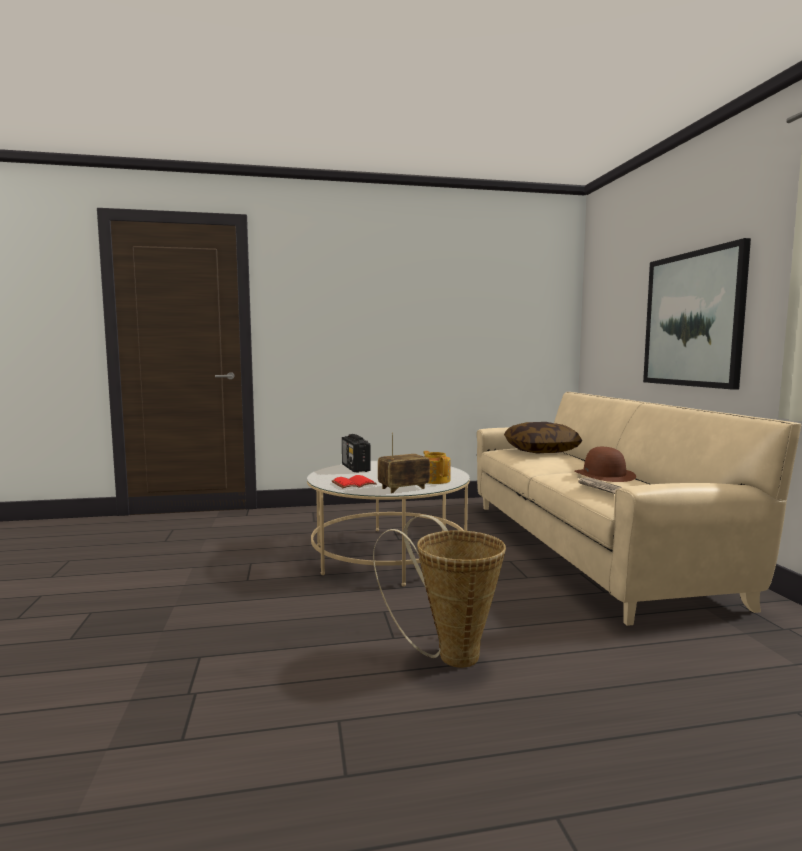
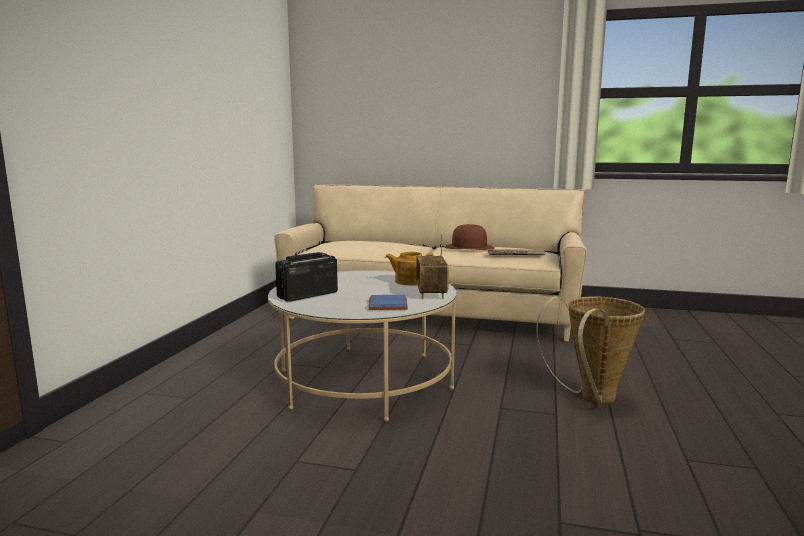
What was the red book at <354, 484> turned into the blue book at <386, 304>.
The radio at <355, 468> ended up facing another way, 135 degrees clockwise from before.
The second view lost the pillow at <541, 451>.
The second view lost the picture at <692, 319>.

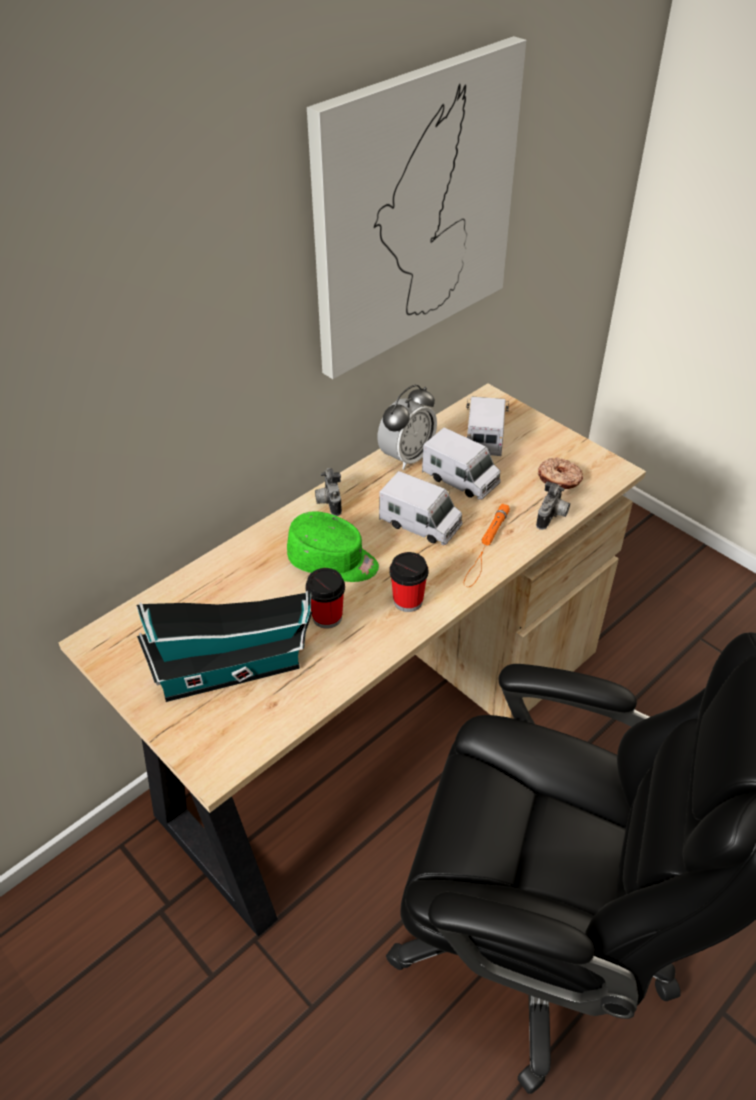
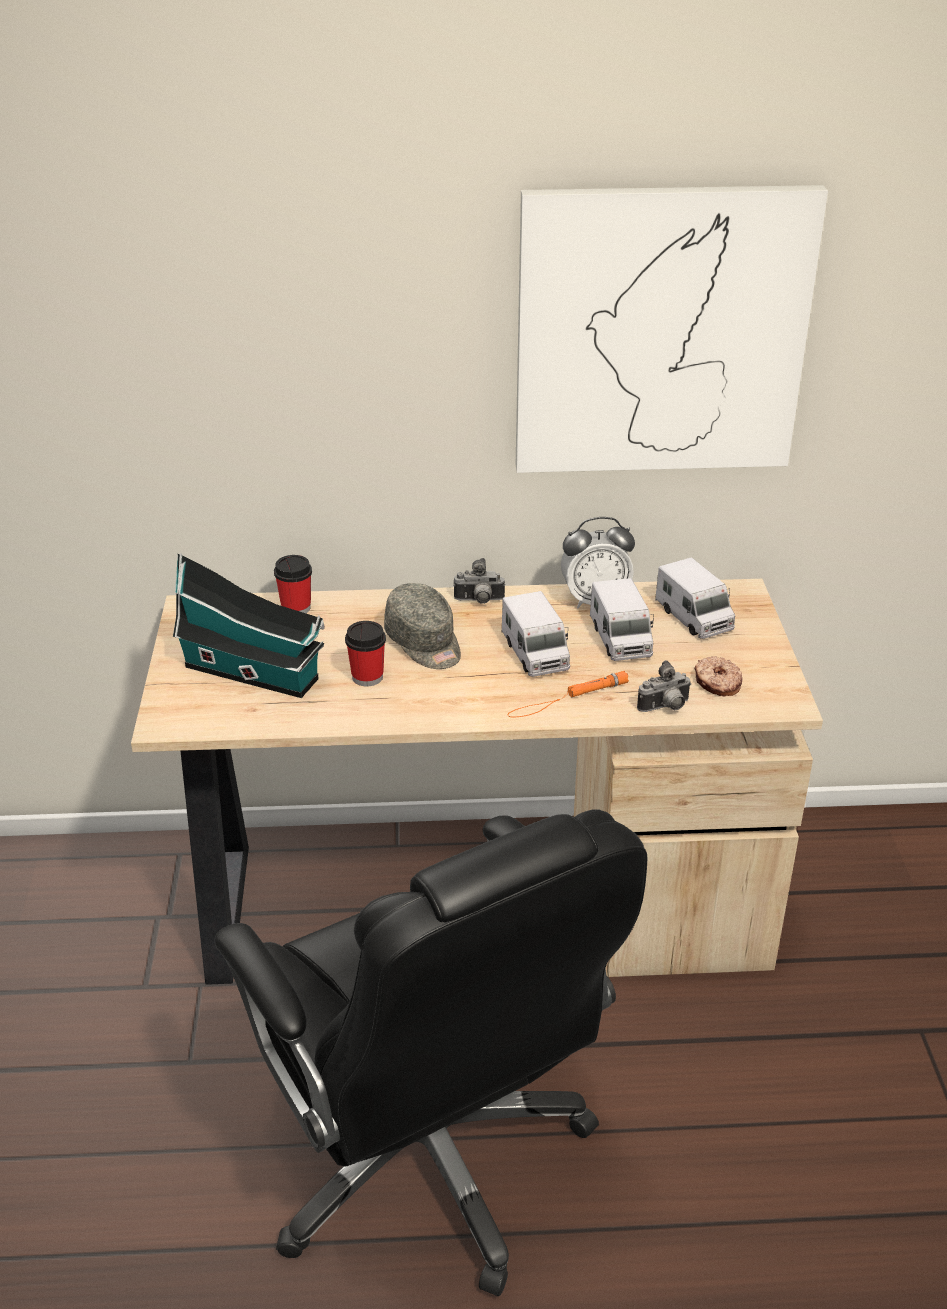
What was the green cap at <333, 561> turned into the grey cap at <424, 643>.
The photo camera at <328, 502> ended up facing another way, 120 degrees counterclockwise from before.
The cup ended up elsewhere, having gone from <408, 601> to <296, 608>.
The toy truck at <485, 436> ended up facing another way, 105 degrees clockwise from before.

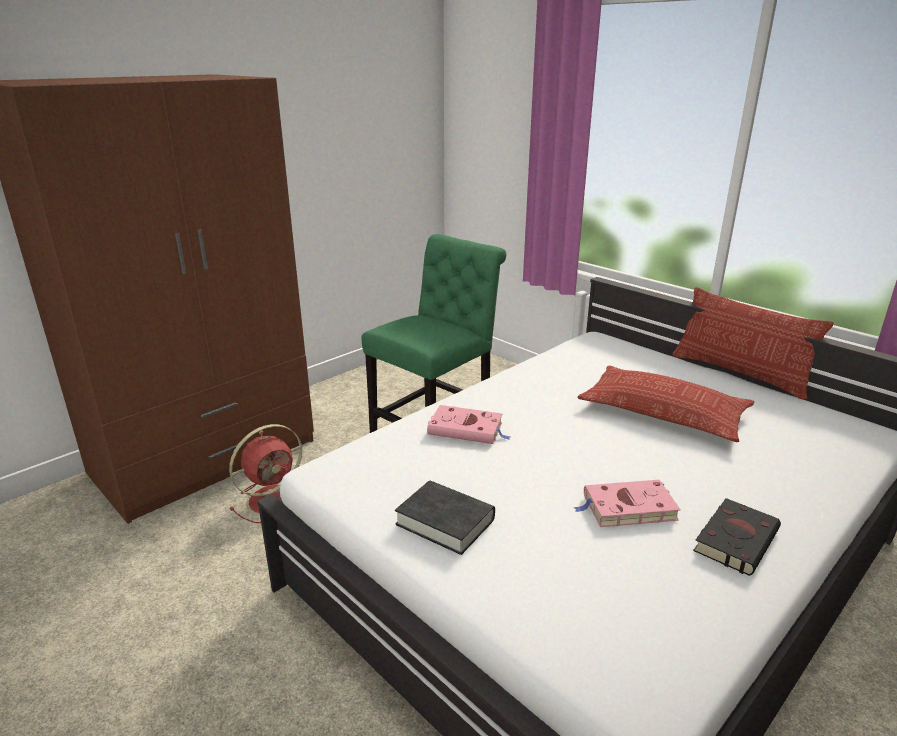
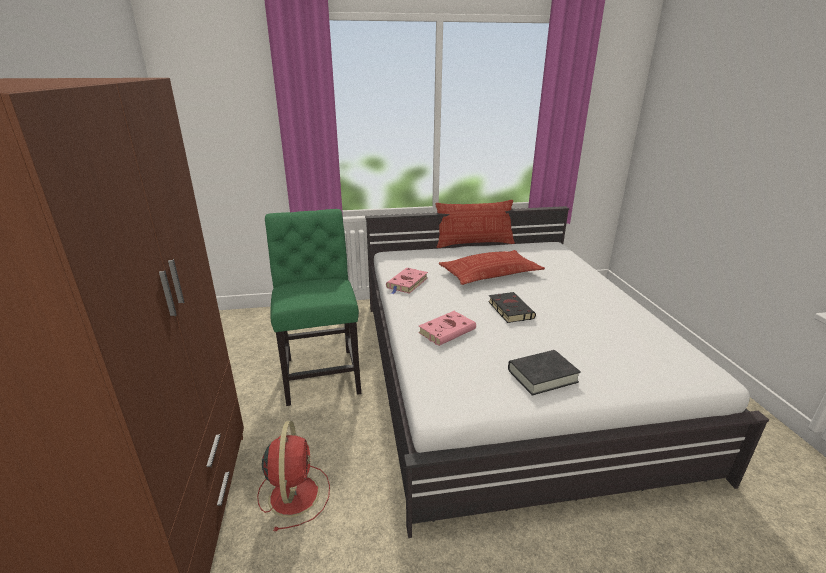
The pink book ended up elsewhere, having gone from <626, 508> to <407, 283>.
The black book ended up elsewhere, having gone from <736, 539> to <509, 309>.

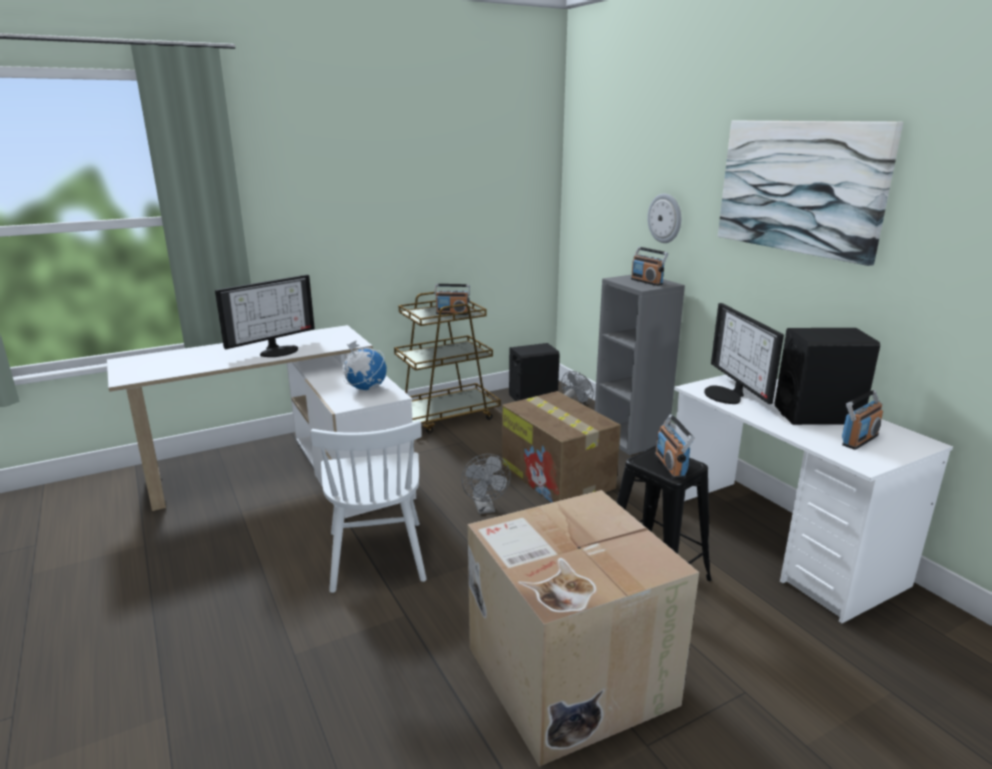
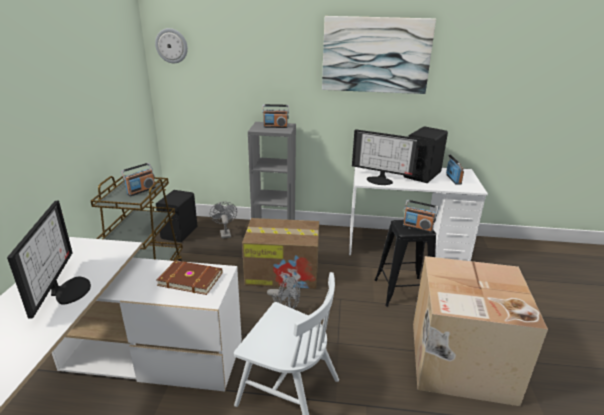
Where the globe stood at <366, 389>, the brown book came to stand at <190, 278>.
The wall clock ended up elsewhere, having gone from <665, 218> to <171, 46>.

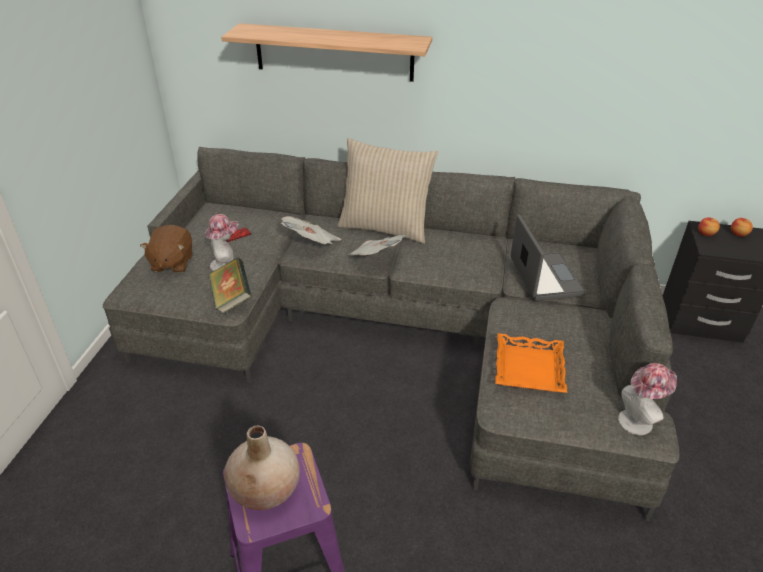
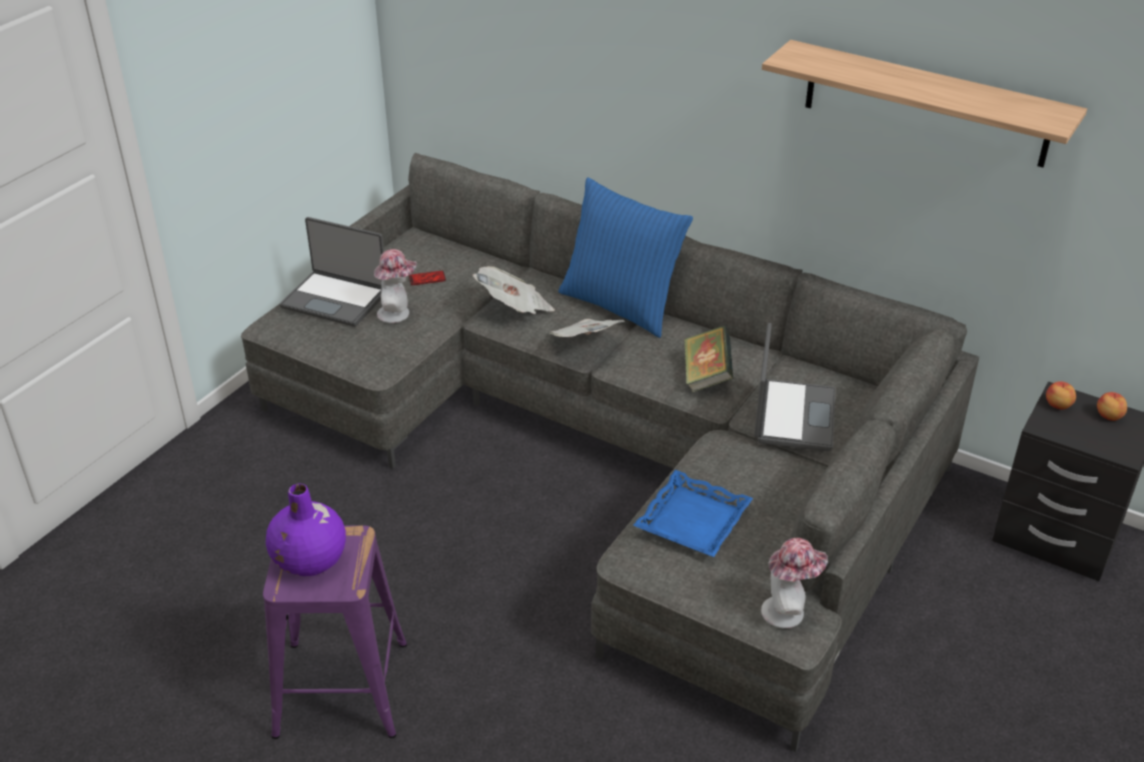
Where the brown plush toy stood at <172, 263>, the laptop came to stand at <335, 299>.
The book ended up elsewhere, having gone from <232, 298> to <706, 375>.
The shelf ended up elsewhere, having gone from <334, 52> to <926, 104>.
What was the beige vase at <266, 490> turned into the purple vase at <310, 560>.
What was the beige pillow at <385, 227> turned into the blue pillow at <621, 305>.
What was the orange tray at <529, 368> turned into the blue tray at <693, 521>.

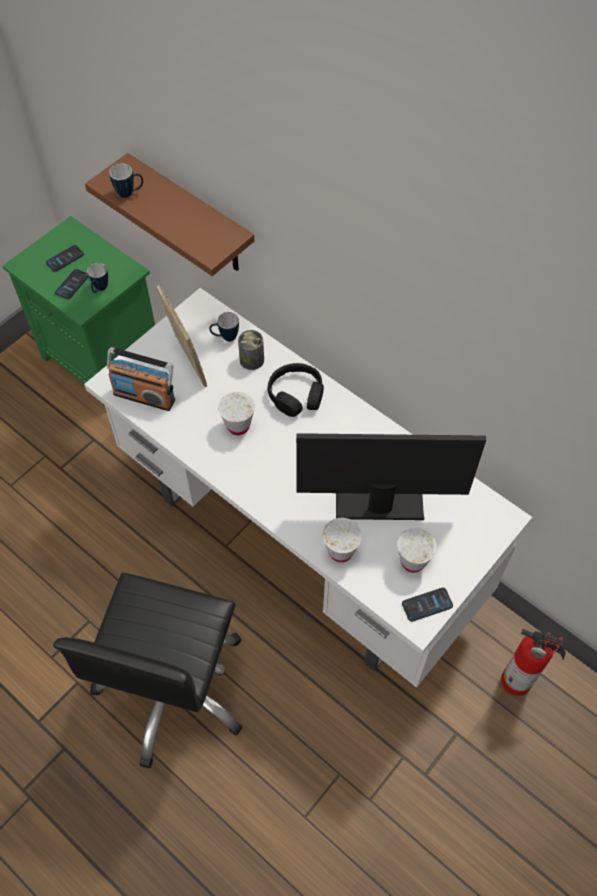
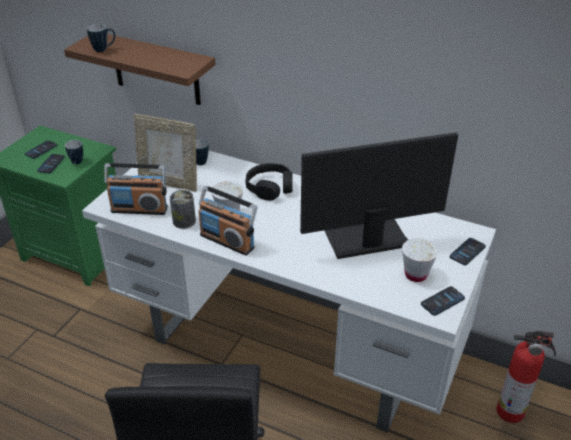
The picture frame at <186, 362> ended up facing another way, 150 degrees clockwise from before.
The can ended up elsewhere, having gone from <252, 360> to <184, 221>.
The second view lost the white cup at <340, 551>.
The second view gained the radio at <227, 241>.
The second view gained the phone at <467, 252>.

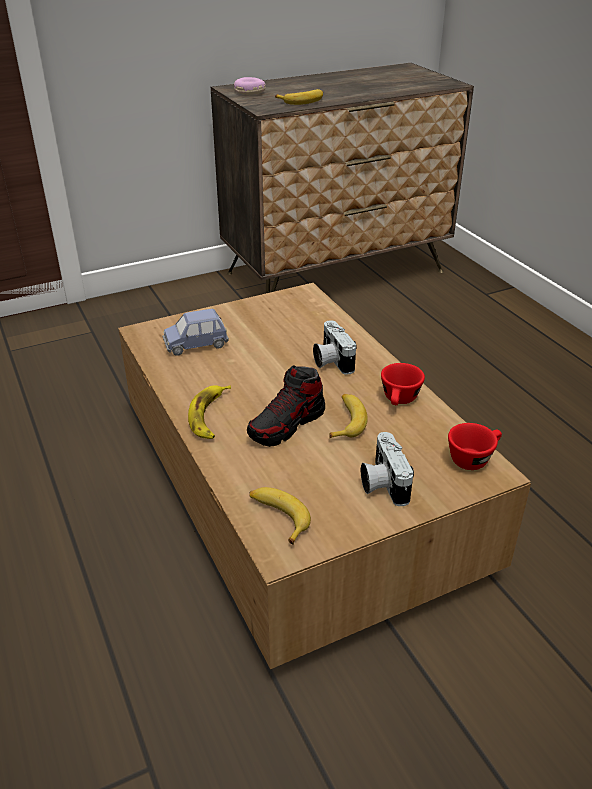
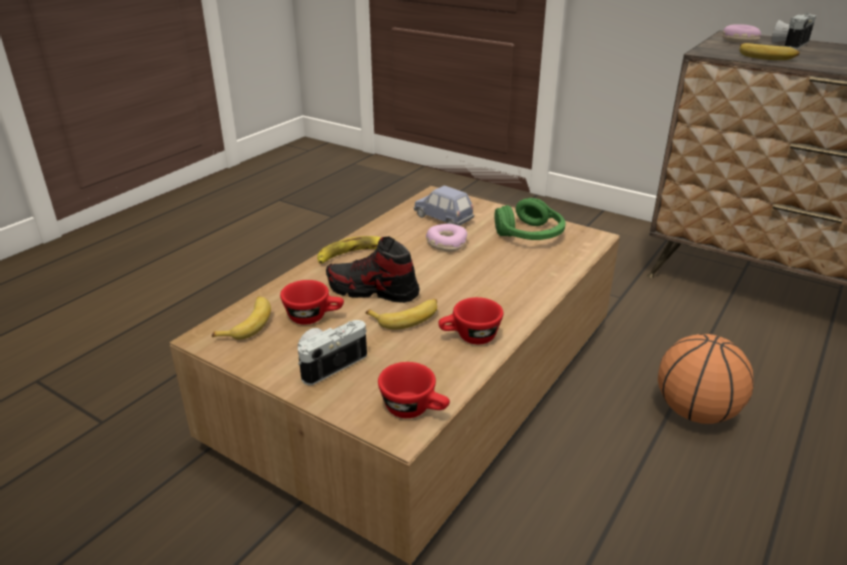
The photo camera ended up elsewhere, having gone from <331, 361> to <789, 44>.
The second view gained the red cup at <314, 317>.
The second view gained the donut at <446, 243>.
The second view gained the green headphones at <530, 234>.
The second view gained the basketball at <695, 412>.

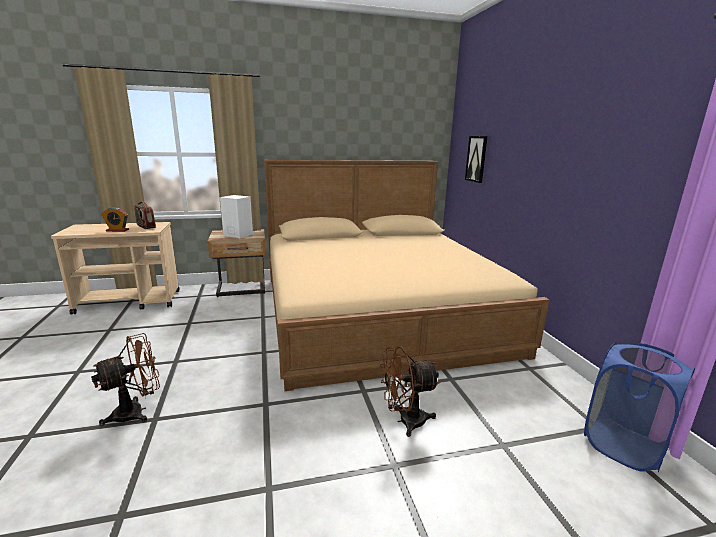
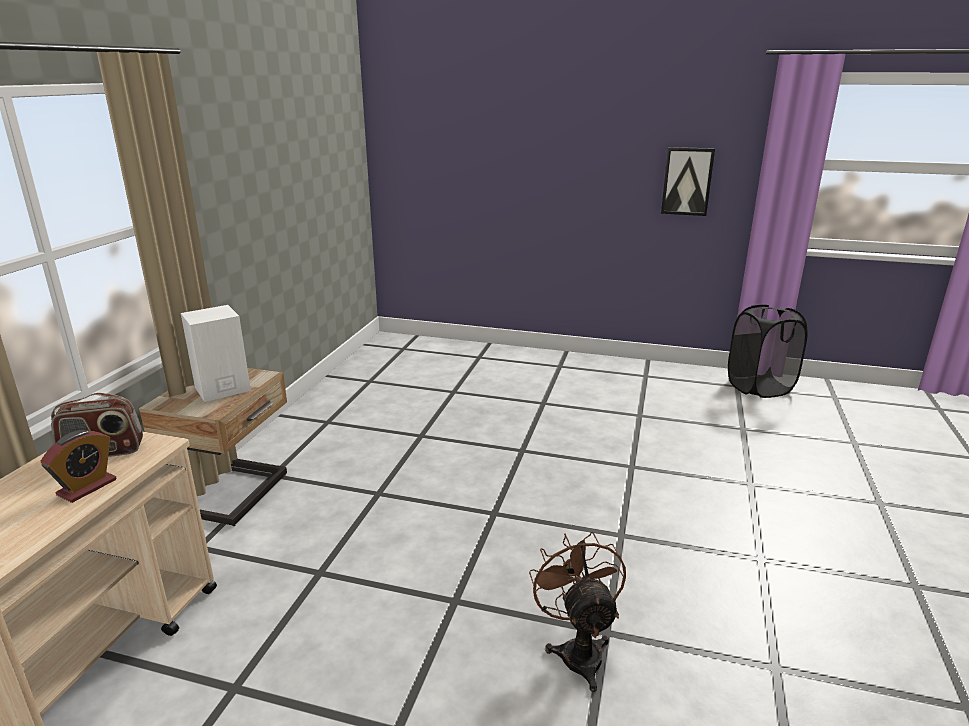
The second view lost the beige bed at <377, 311>.
The second view lost the brown fan at <405, 421>.
The picture ended up elsewhere, having gone from <476, 159> to <687, 181>.
What was the blue laundry basket at <623, 446> turned into the black laundry basket at <759, 387>.

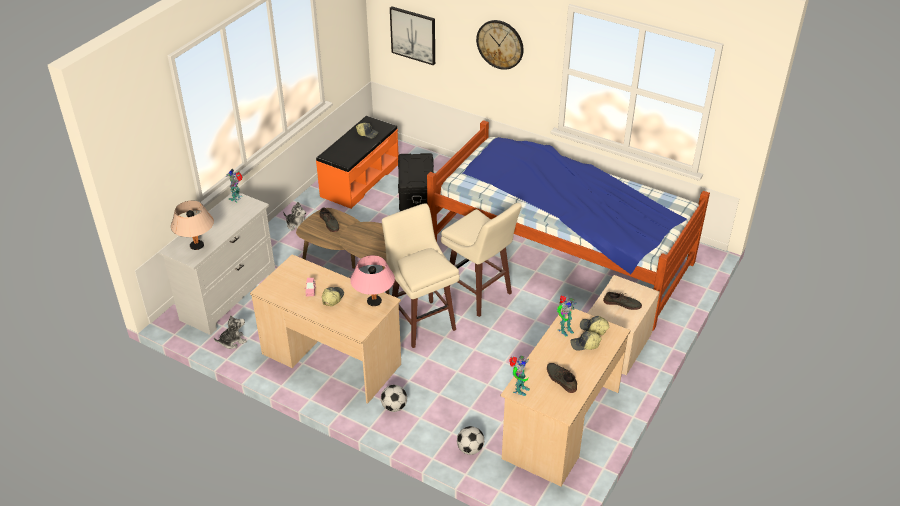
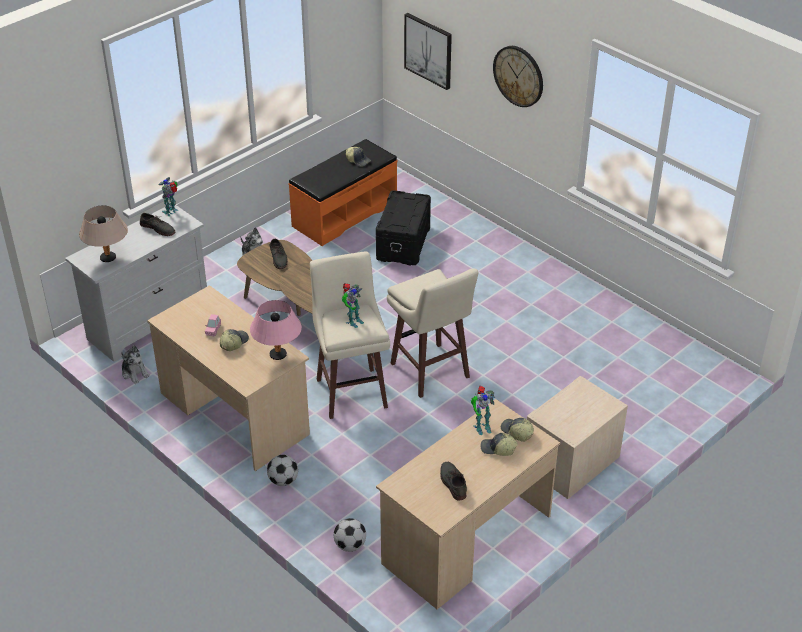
The plush toy at <232, 341> ended up facing another way, 60 degrees clockwise from before.
The second view lost the bed at <560, 252>.
The toy robot ended up elsewhere, having gone from <519, 389> to <353, 321>.
The grey shoe ended up elsewhere, having gone from <622, 303> to <158, 228>.

